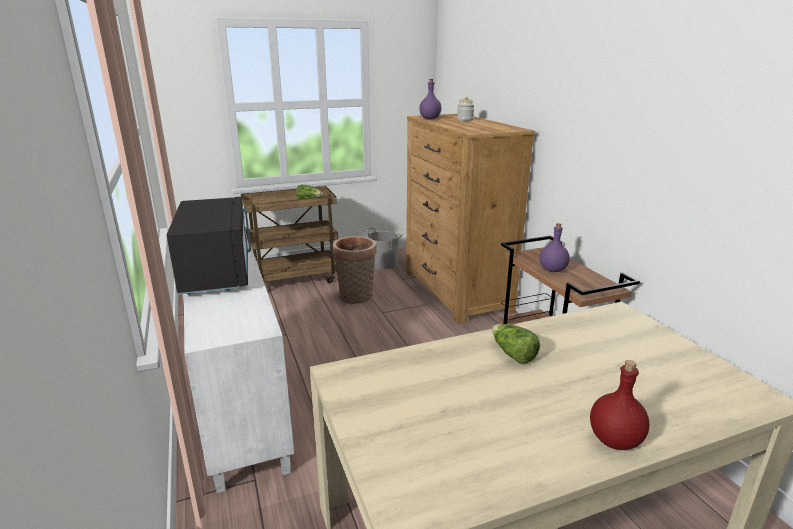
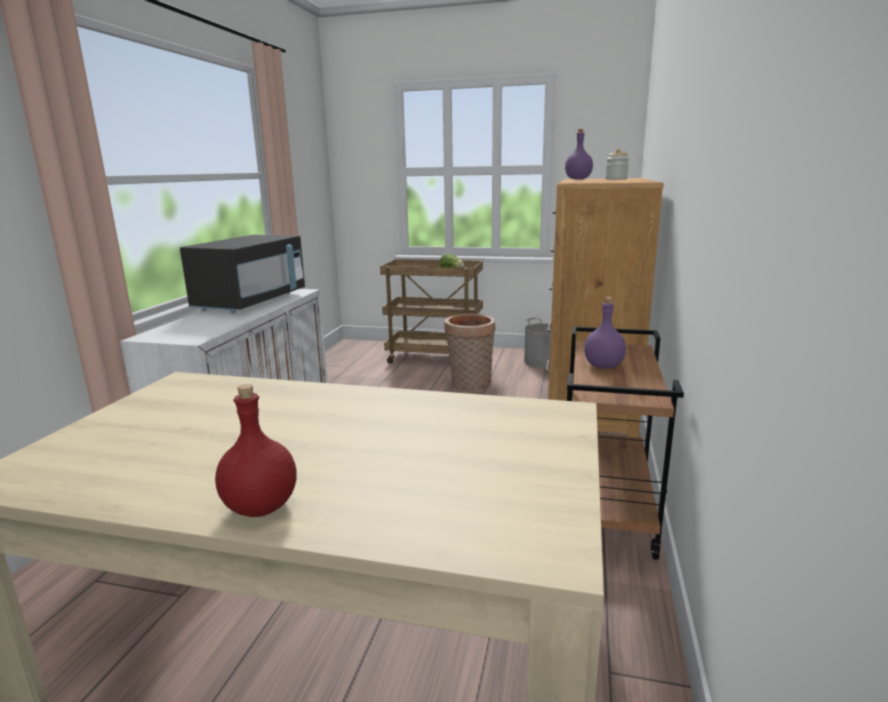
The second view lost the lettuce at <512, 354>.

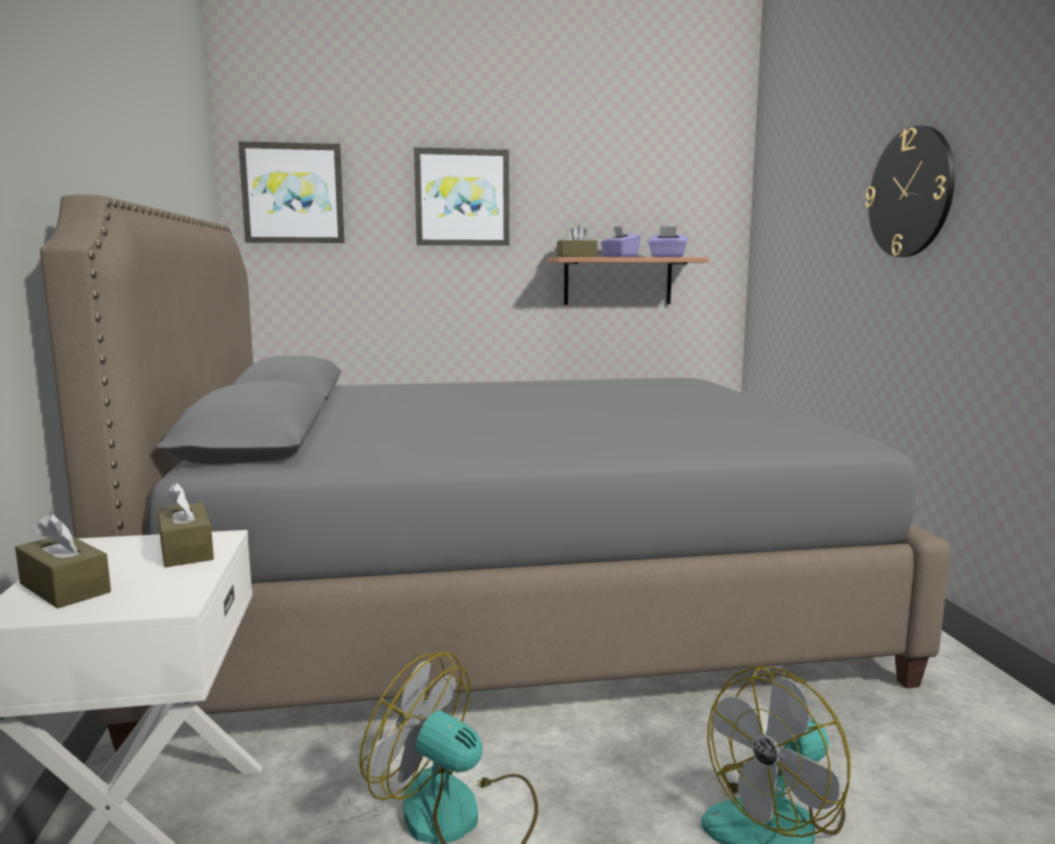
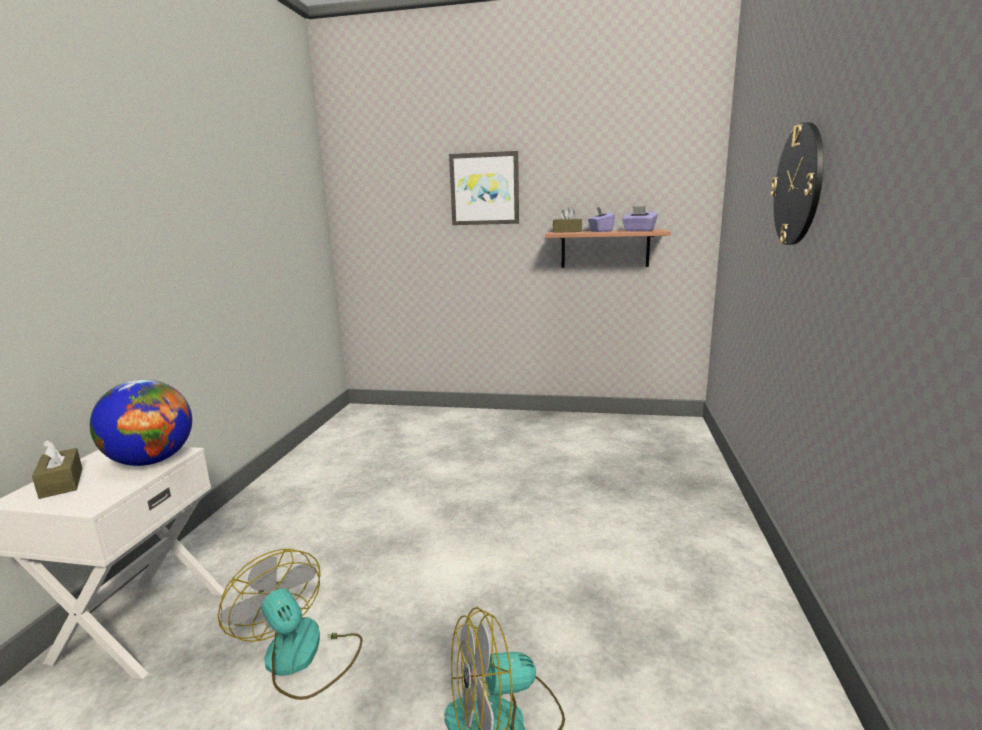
The second view lost the grey bed at <510, 601>.
Where the brown tissue box stood at <186, 550>, the globe came to stand at <152, 461>.
The second view lost the picture at <293, 193>.

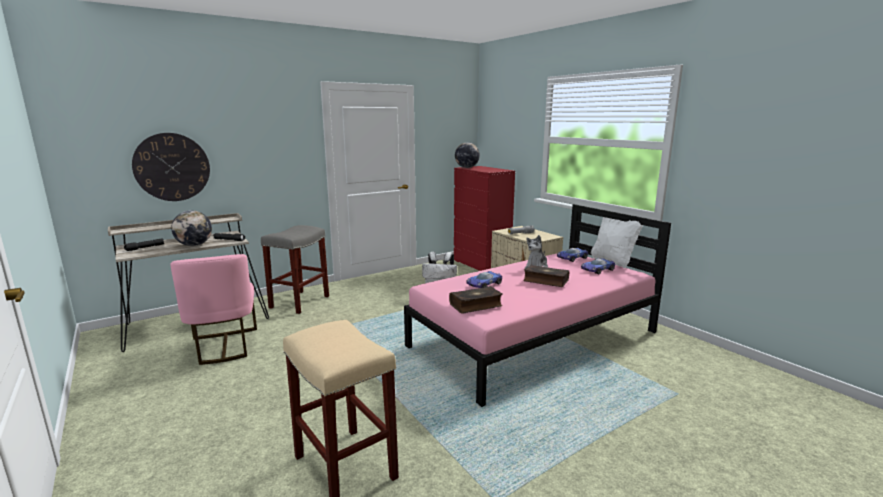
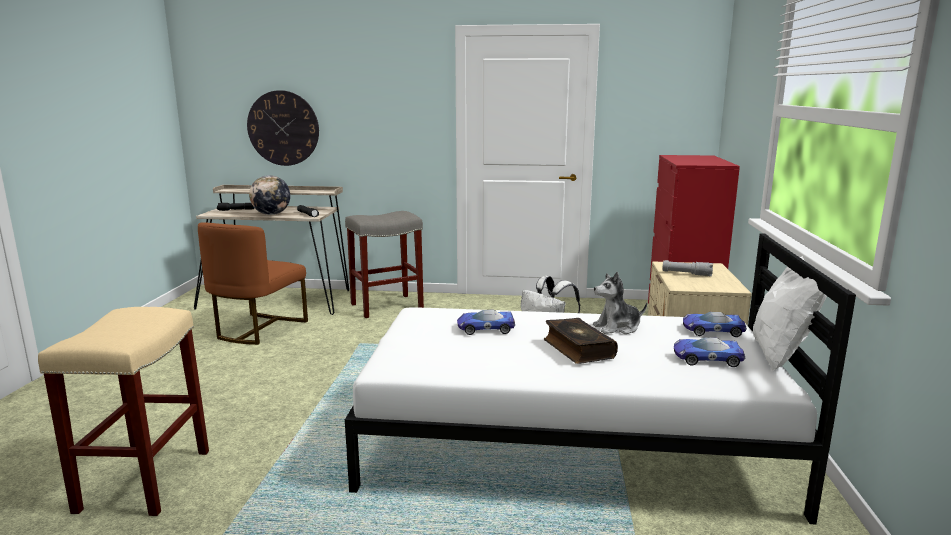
What was the pink chair at <224, 346> turned into the brown chair at <258, 329>.
What was the pink bed at <534, 339> turned into the white bed at <570, 444>.
The second view lost the book at <476, 305>.
The second view lost the globe at <467, 167>.

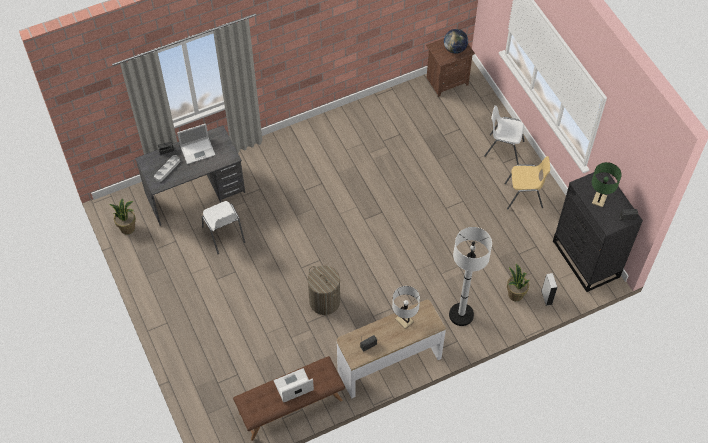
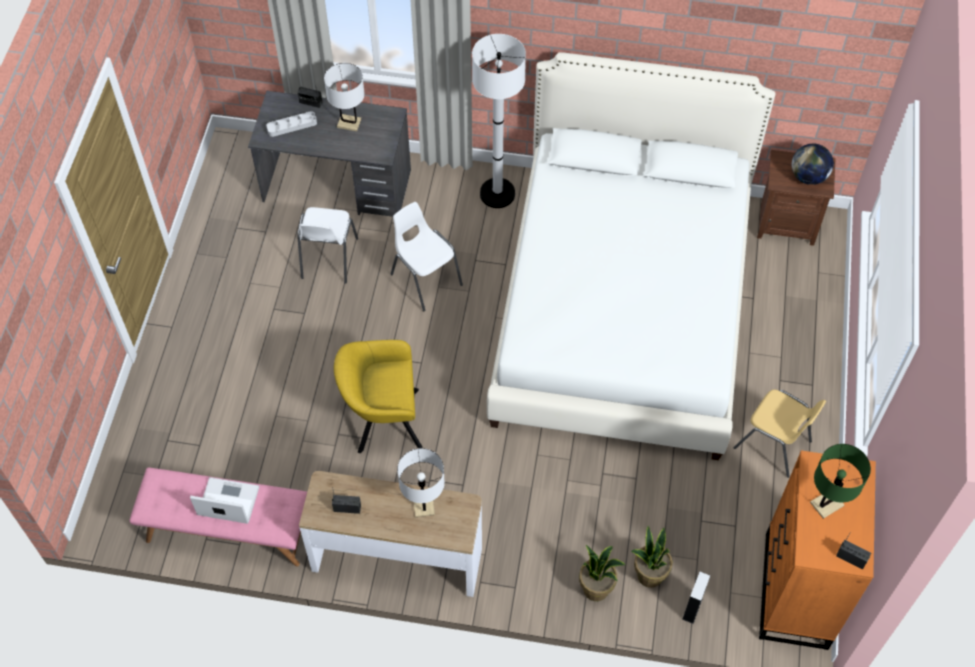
The potted plant ended up elsewhere, having gone from <127, 228> to <596, 588>.
Where the laptop stood at <198, 150>, the white table lamp came to stand at <349, 123>.
What was the brown bench at <291, 407> turned into the pink bench at <228, 531>.
Where the laundry basket stood at <324, 301>, the yellow armchair came to stand at <383, 420>.
The white floor lamp ended up elsewhere, having gone from <461, 315> to <497, 194>.
The white chair ended up elsewhere, having gone from <503, 149> to <425, 279>.
What was the black dresser at <586, 259> turned into the orange dresser at <795, 591>.
The second view gained the white bed at <622, 308>.

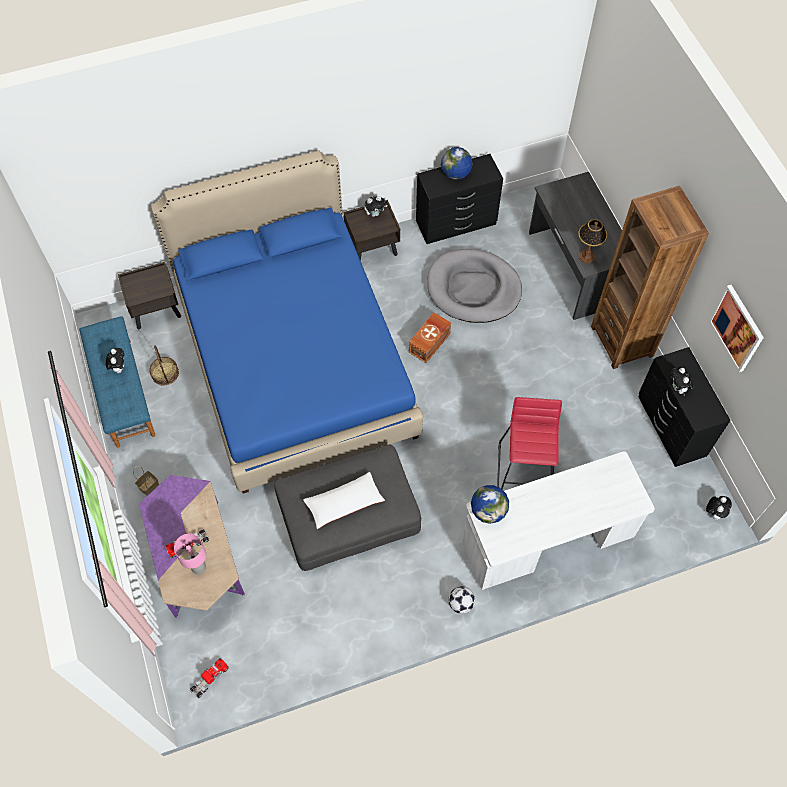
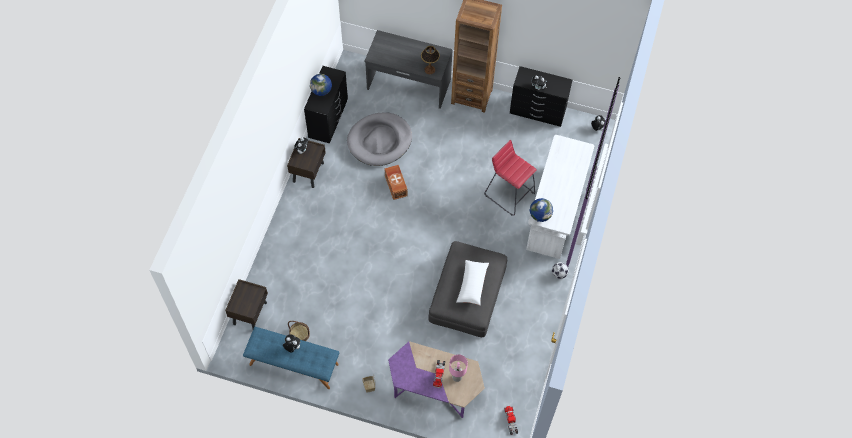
The second view lost the blue bed at <294, 361>.
The second view lost the picture at <737, 328>.

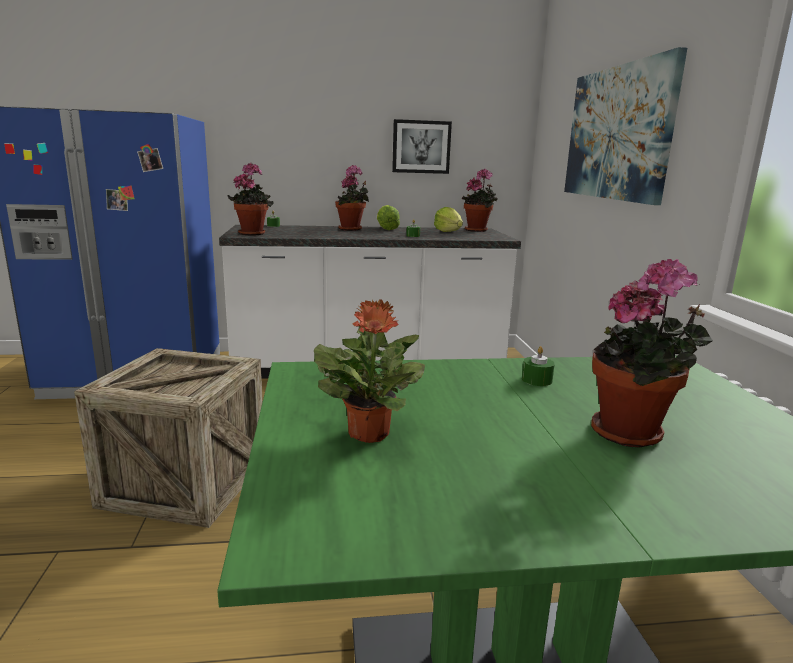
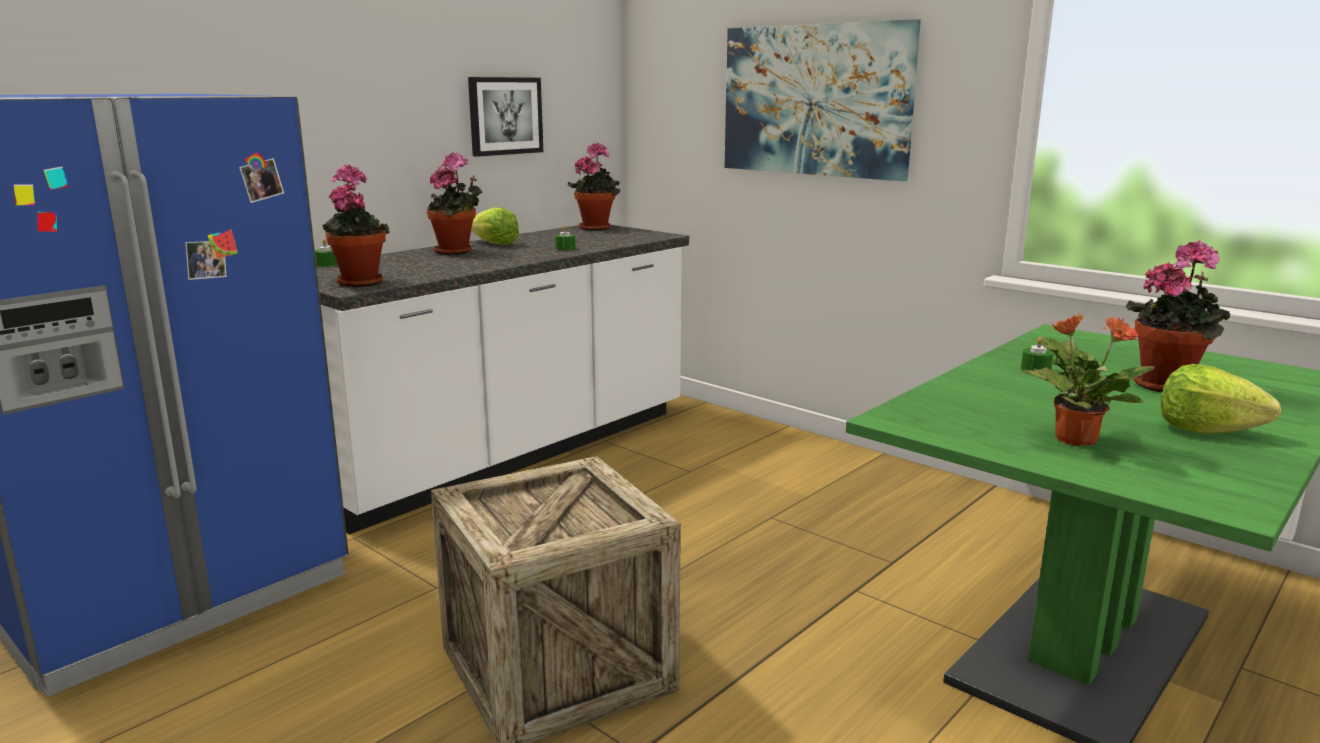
The lettuce ended up elsewhere, having gone from <448, 232> to <1206, 430>.

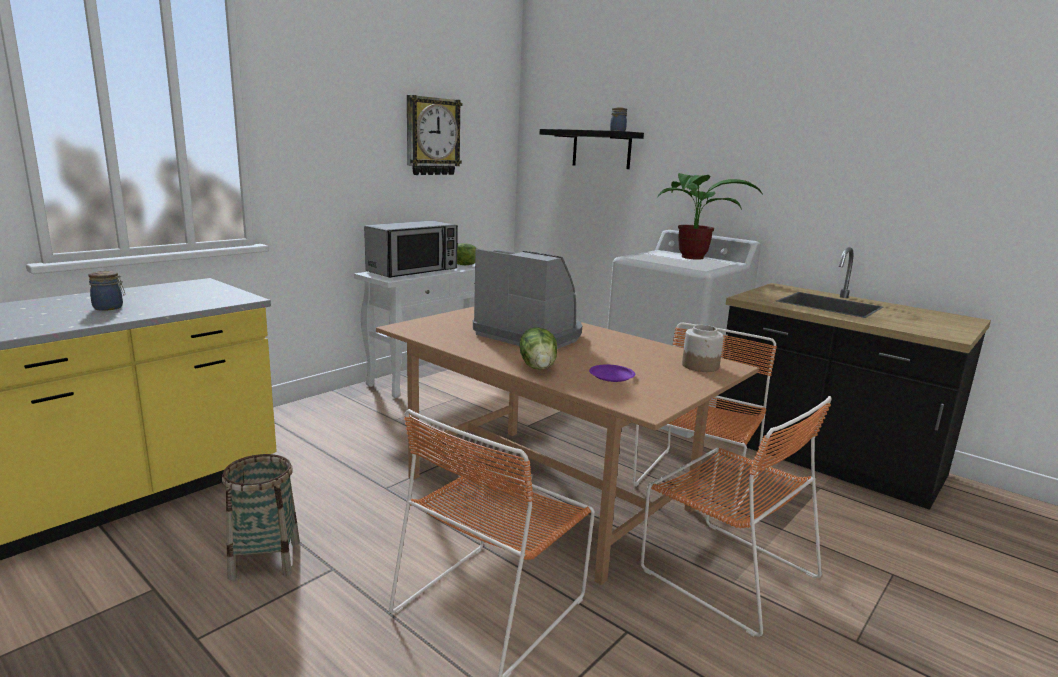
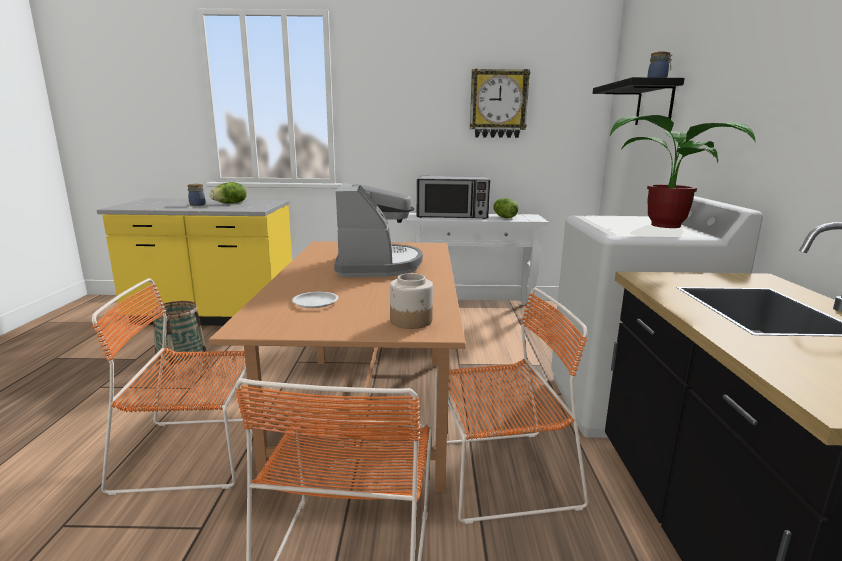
The lettuce ended up elsewhere, having gone from <539, 367> to <230, 203>.
What was the purple plate at <612, 376> turned into the white plate at <316, 302>.

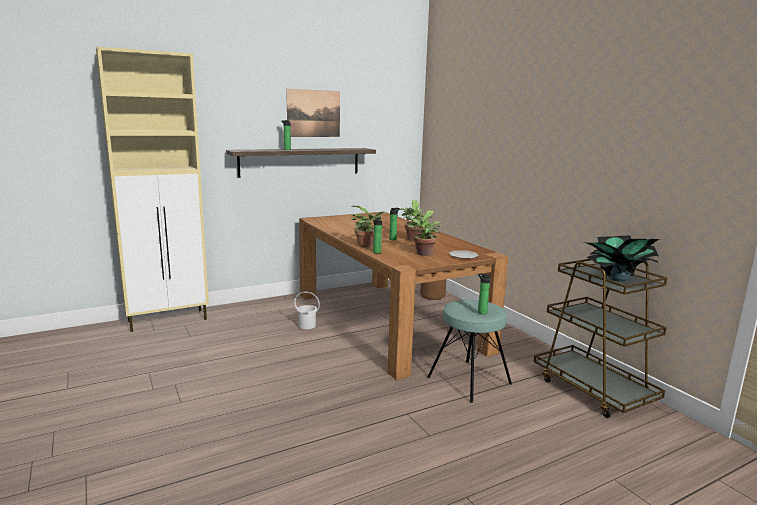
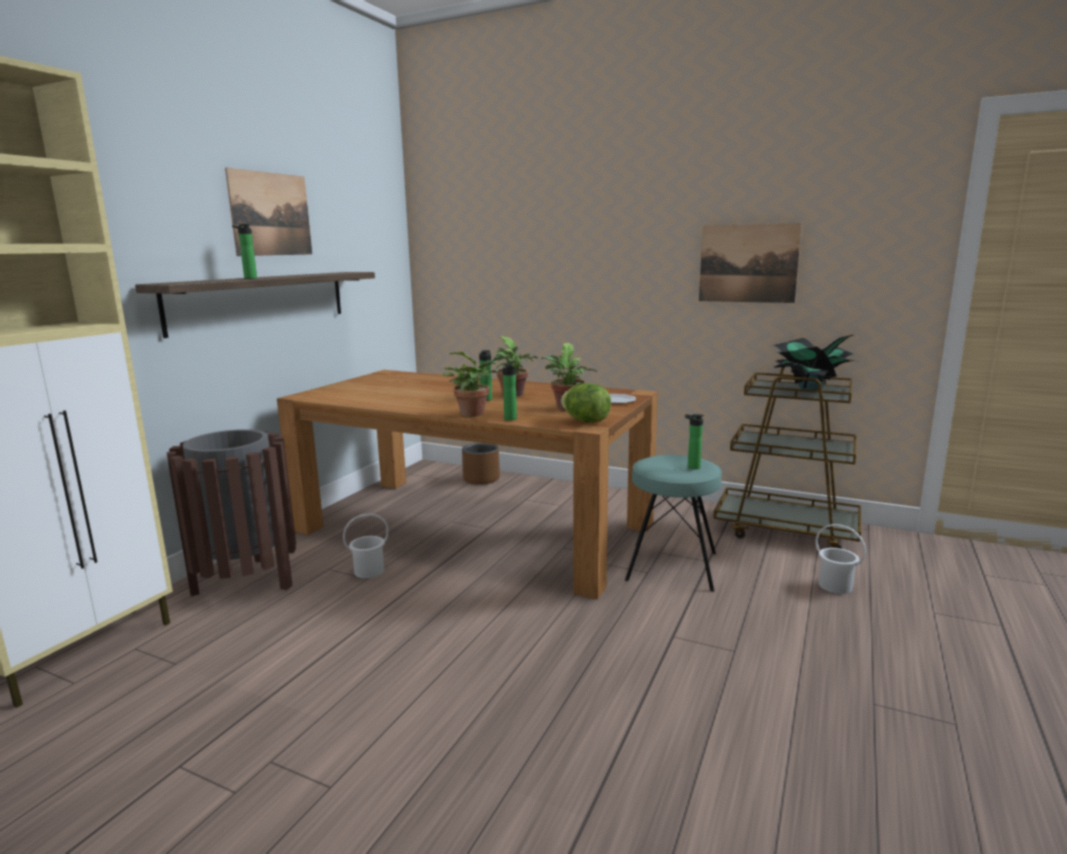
The second view gained the brown trash can at <247, 581>.
The second view gained the lettuce at <585, 421>.
The second view gained the picture at <748, 263>.
The second view gained the white bucket at <835, 585>.

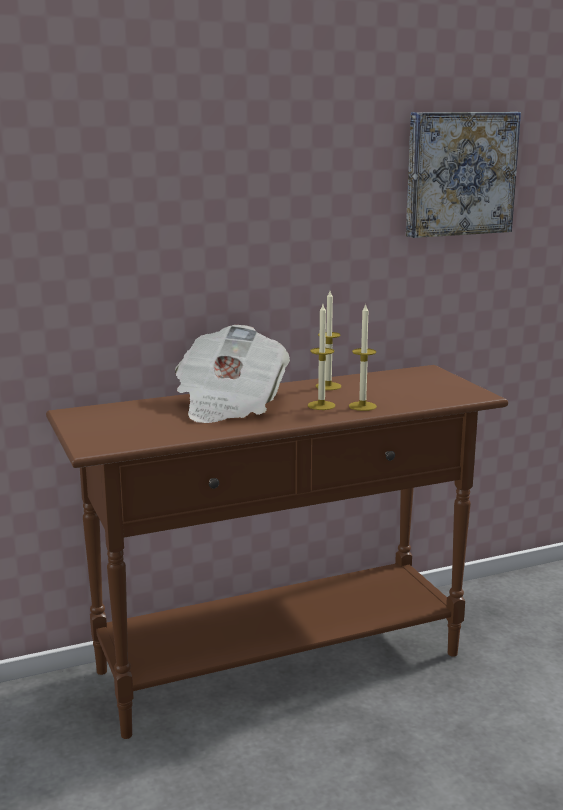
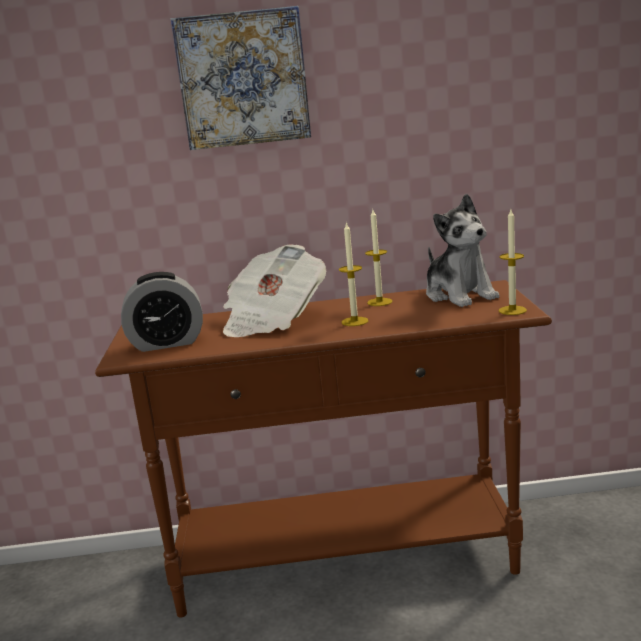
The candle ended up elsewhere, having gone from <362, 406> to <512, 310>.
The picture ended up elsewhere, having gone from <459, 173> to <243, 79>.
The second view gained the alarm clock at <167, 343>.
The second view gained the plush toy at <459, 295>.

